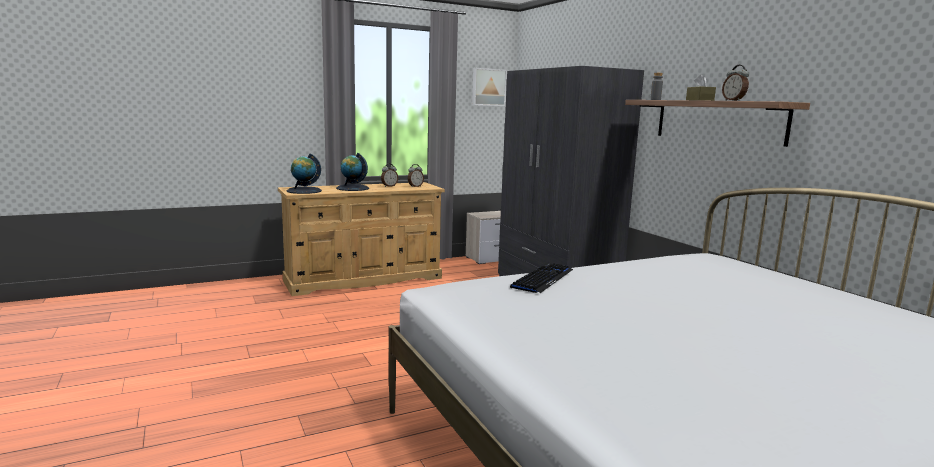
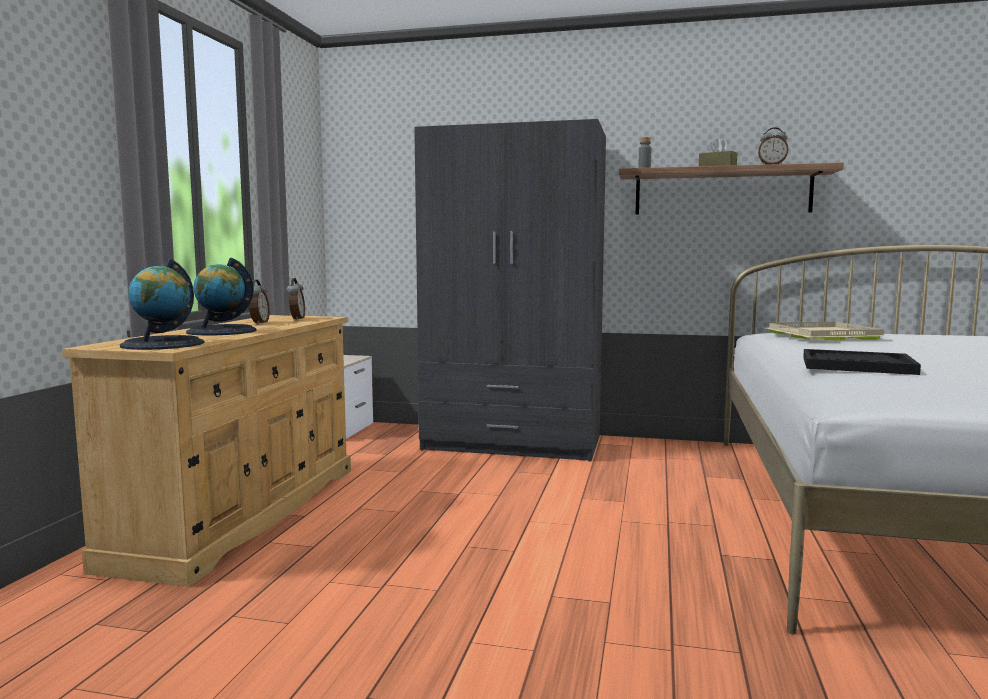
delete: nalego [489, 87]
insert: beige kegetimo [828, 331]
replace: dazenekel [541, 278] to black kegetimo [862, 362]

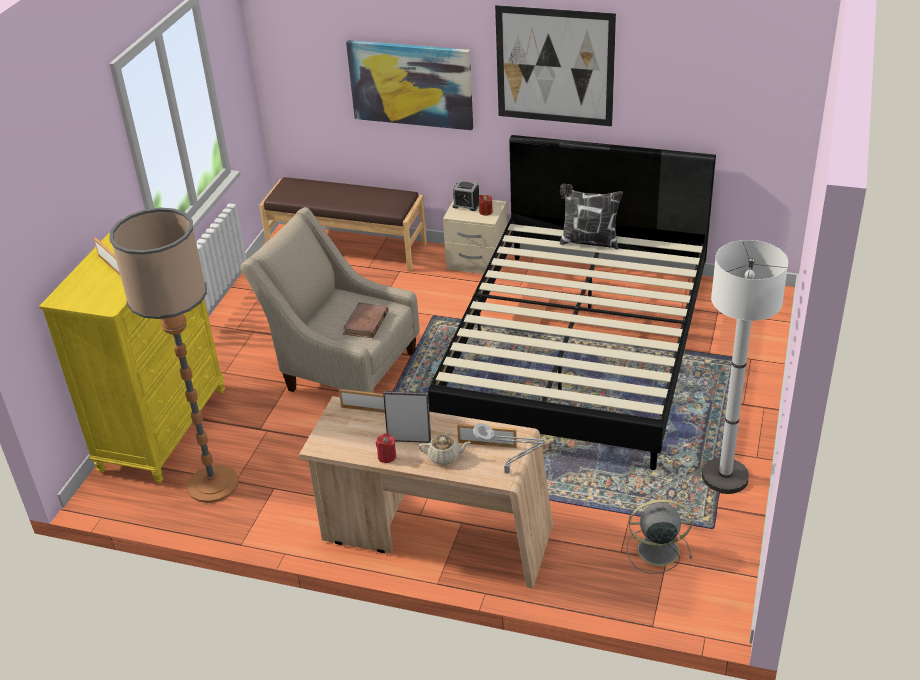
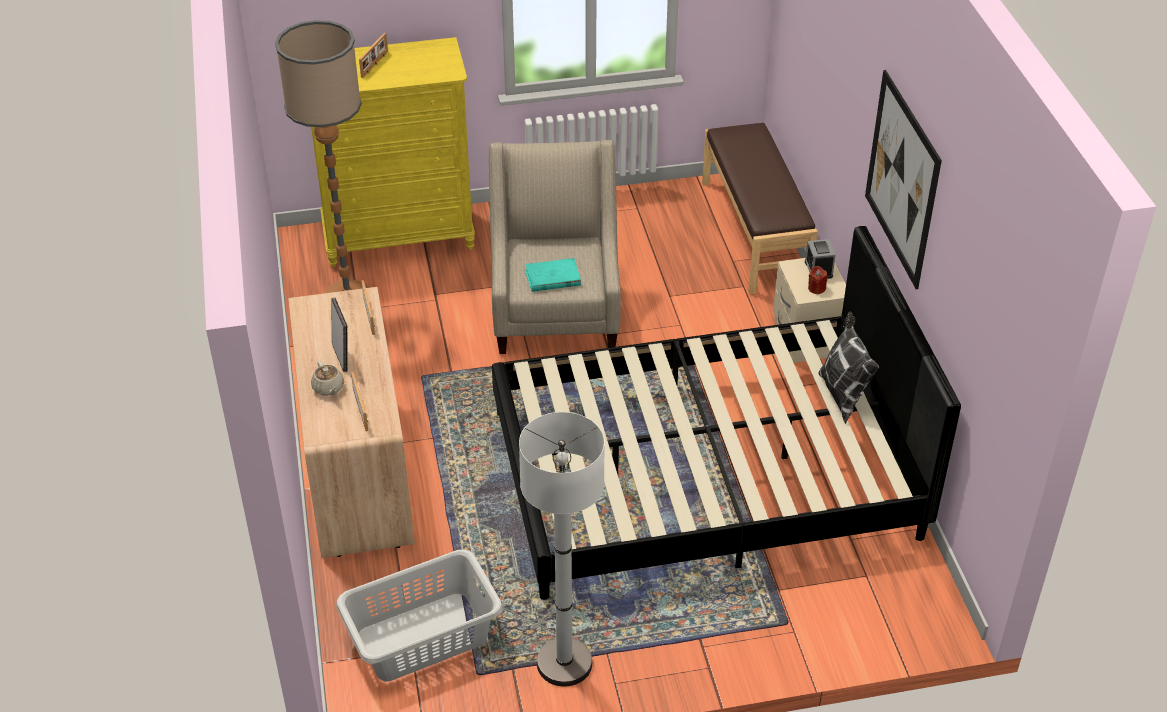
delete: nalego [409, 85]; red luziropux [386, 448]; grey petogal [509, 448]
replace: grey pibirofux [659, 536] to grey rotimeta [419, 616]
recolor: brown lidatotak [366, 320] to turquoise lidatotak [553, 275]

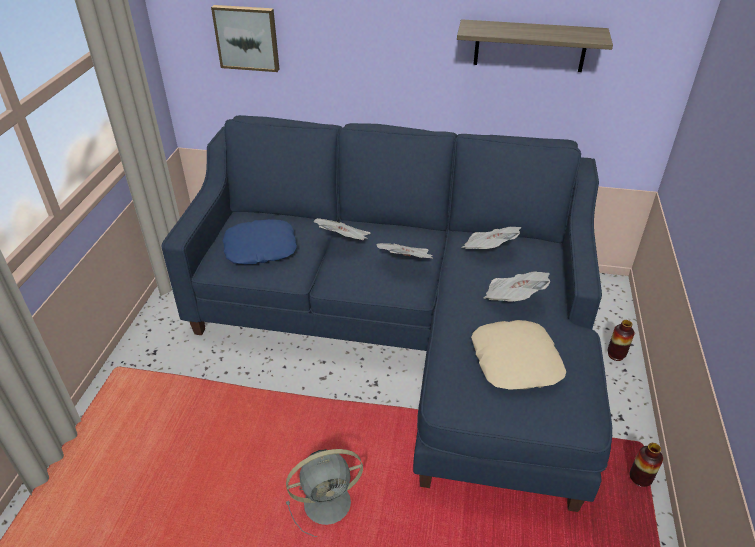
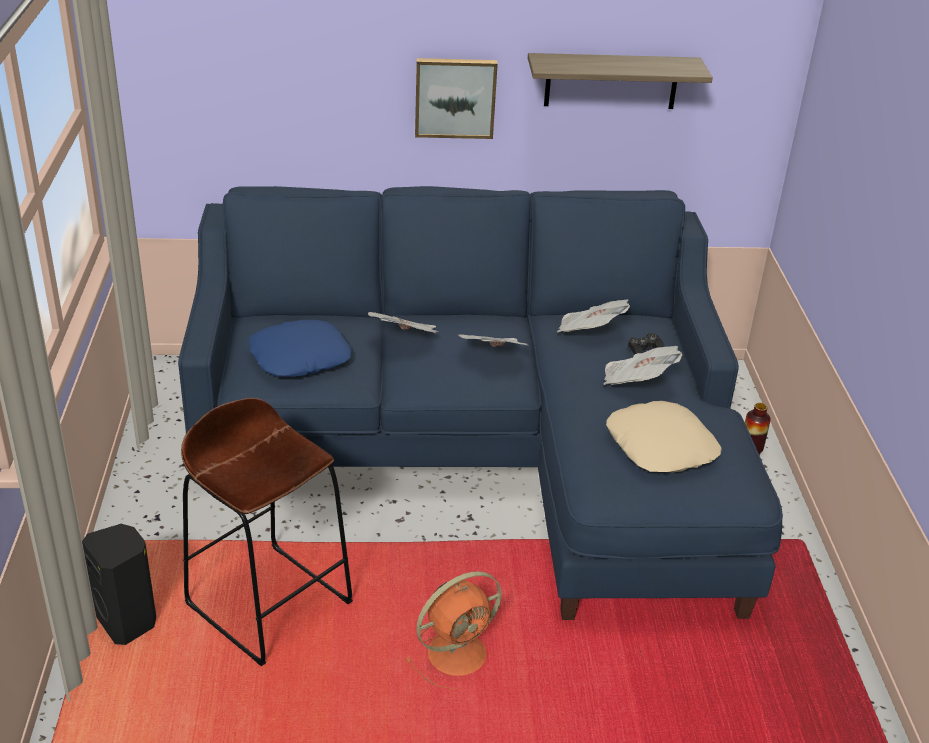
delete: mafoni [646, 465]
insert: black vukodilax [119, 584]; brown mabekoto [267, 532]; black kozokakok [646, 344]
move: nalego [245, 38] to [456, 98]
recolor: grey pibirofux [324, 493] to orange pibirofux [453, 630]

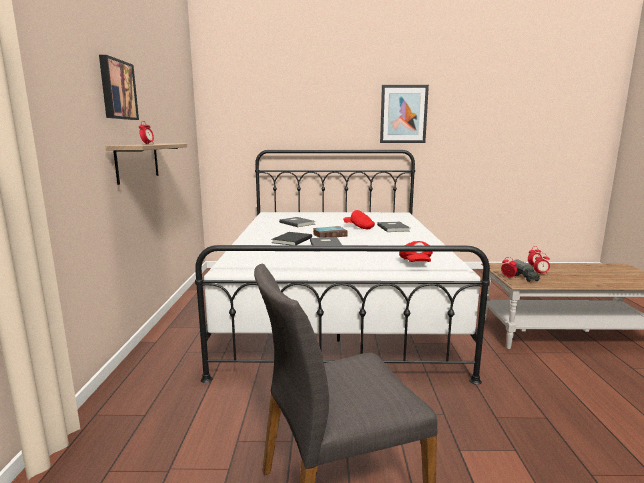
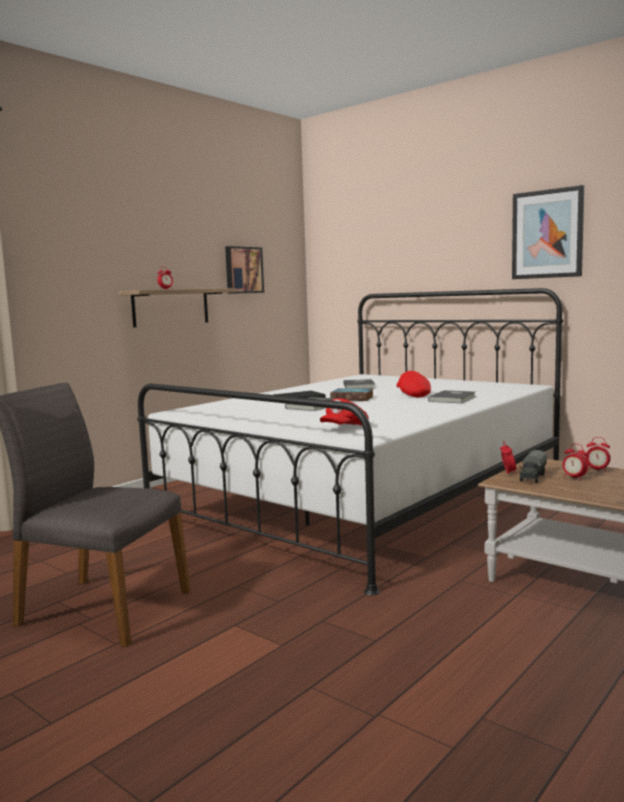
move: nalego [119, 87] to [244, 270]

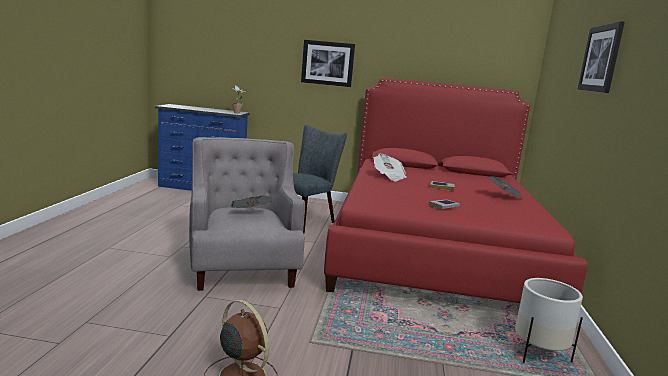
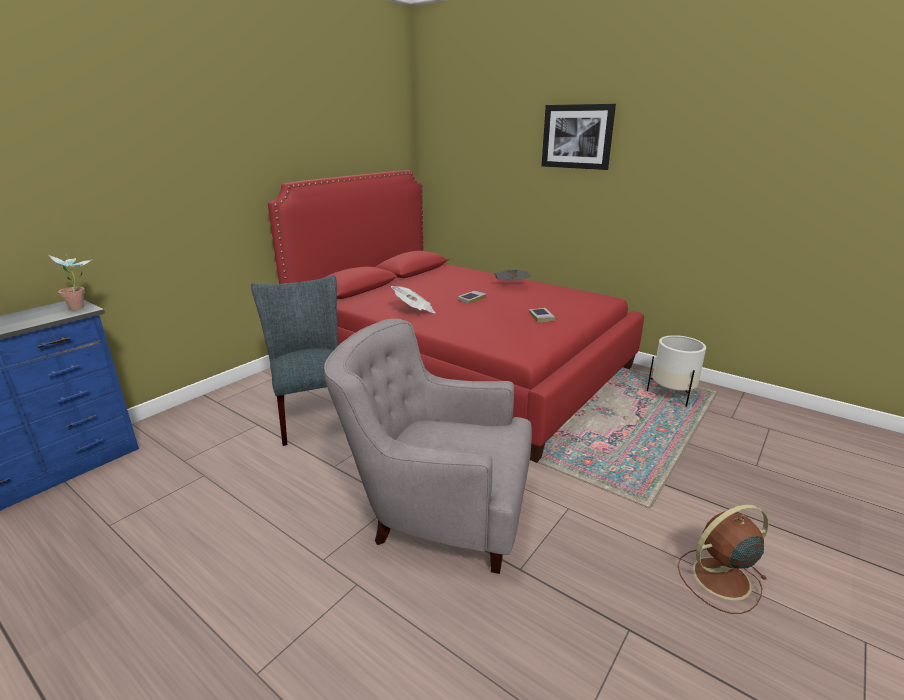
delete: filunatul [251, 202]; nalego [328, 63]

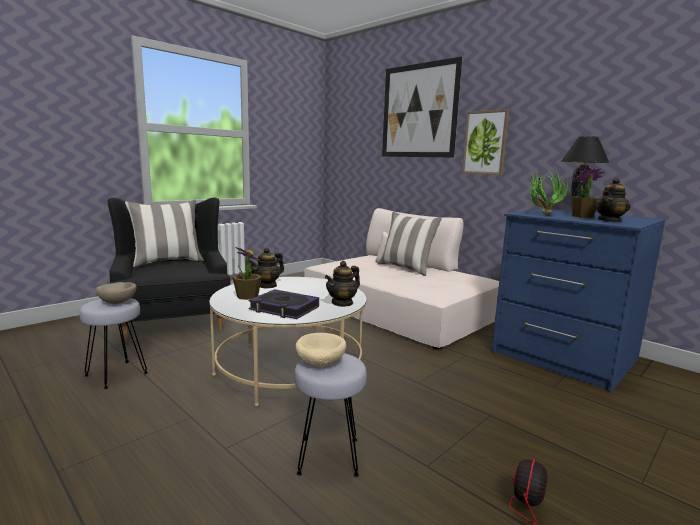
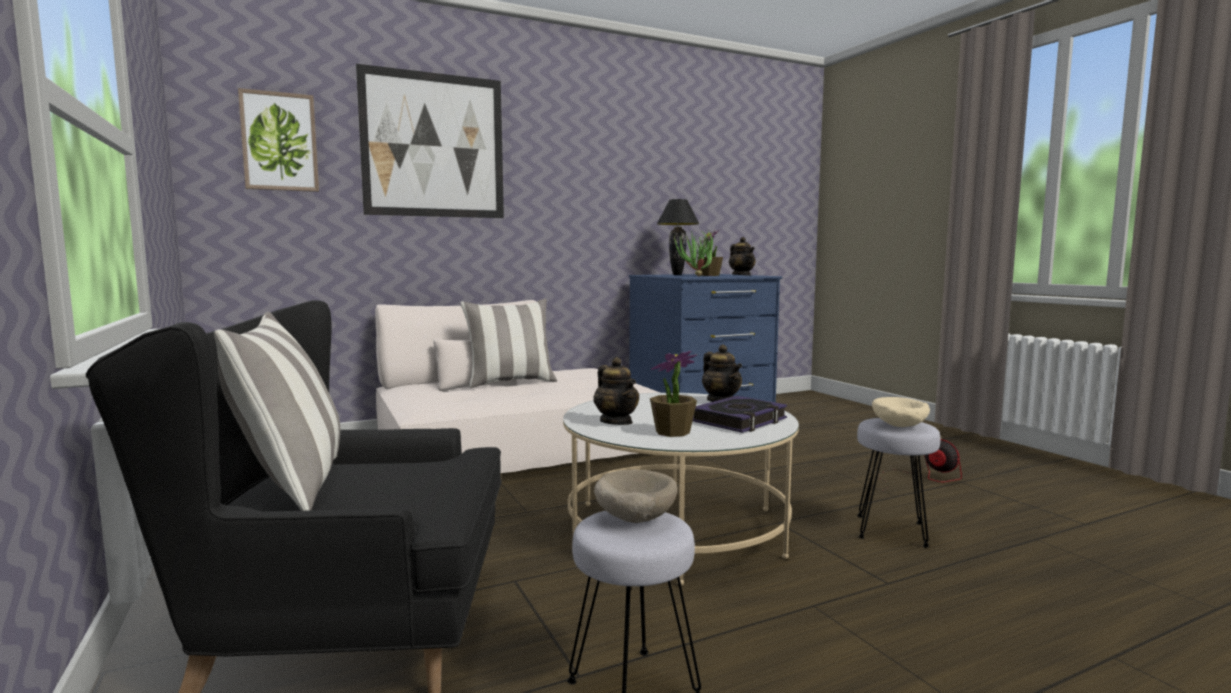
move: nalego [486, 142] to [278, 140]

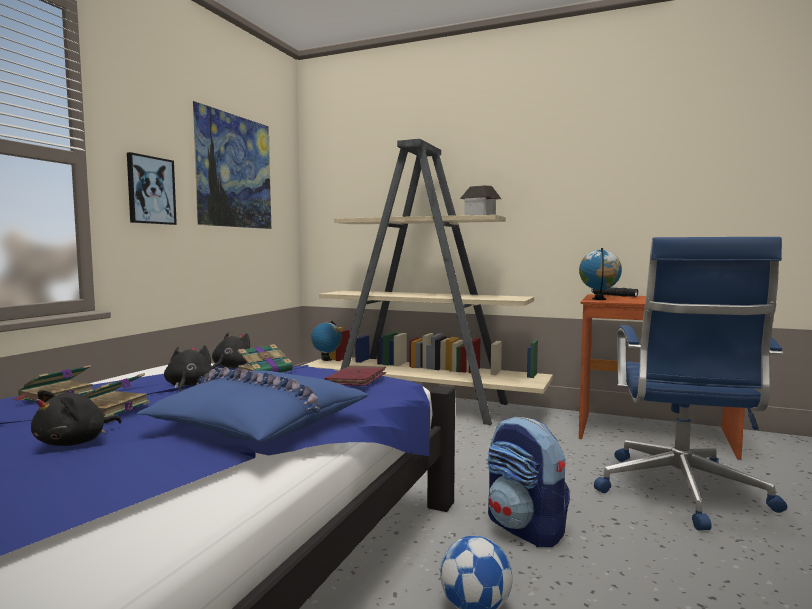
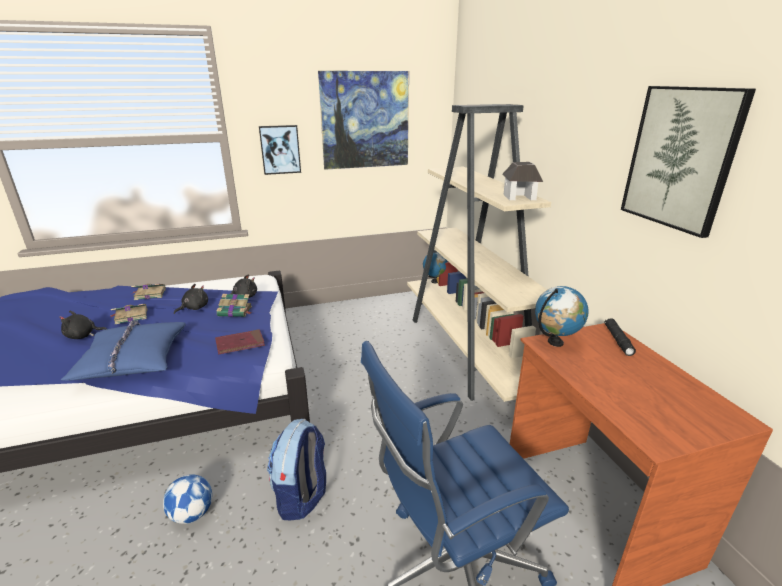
insert: nalego [688, 162]

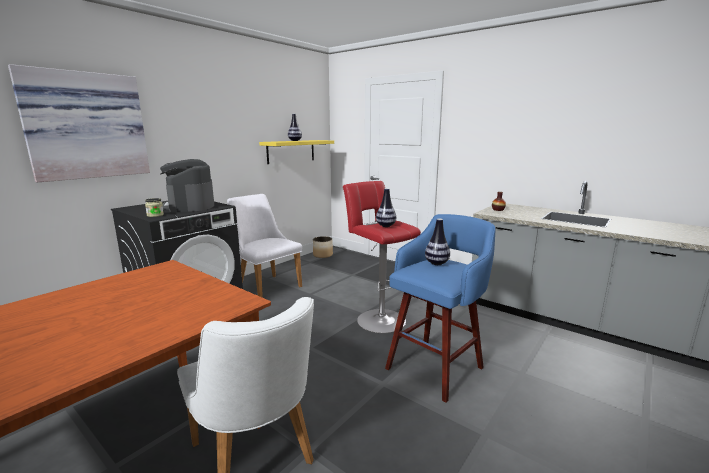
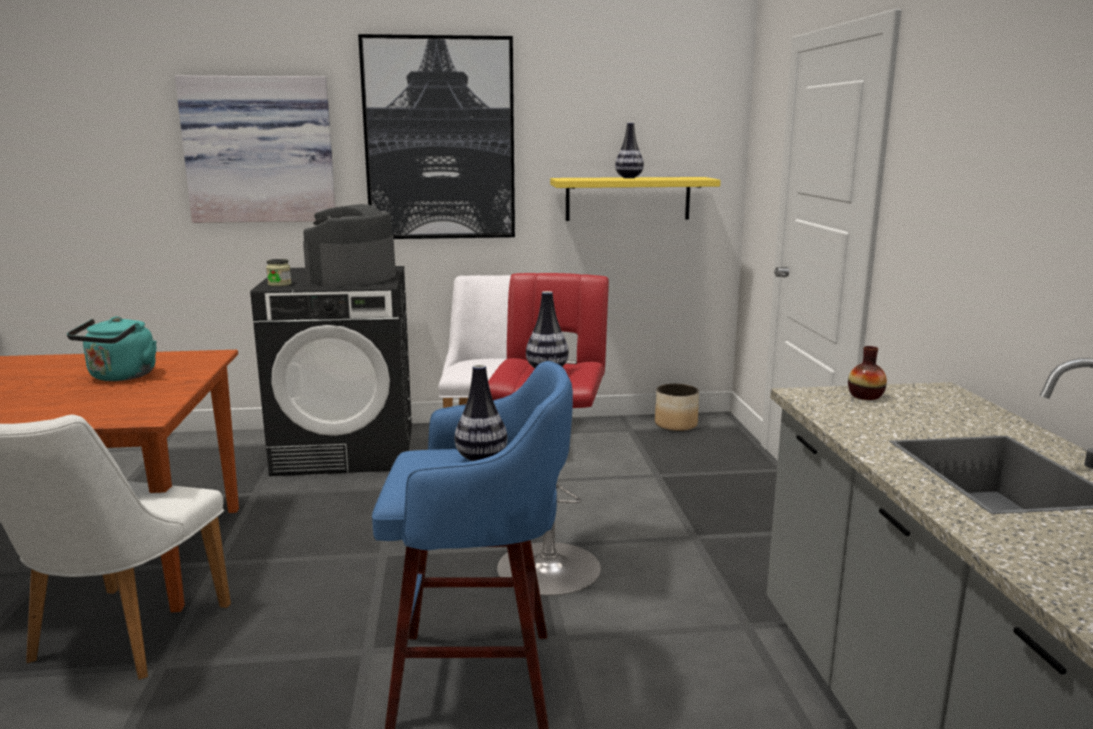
insert: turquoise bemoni [112, 348]; nalego [436, 136]

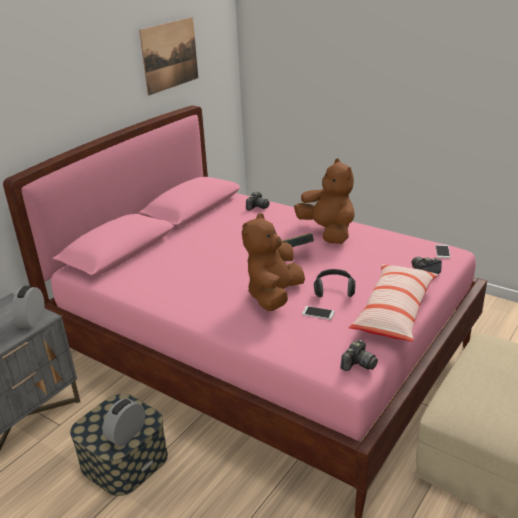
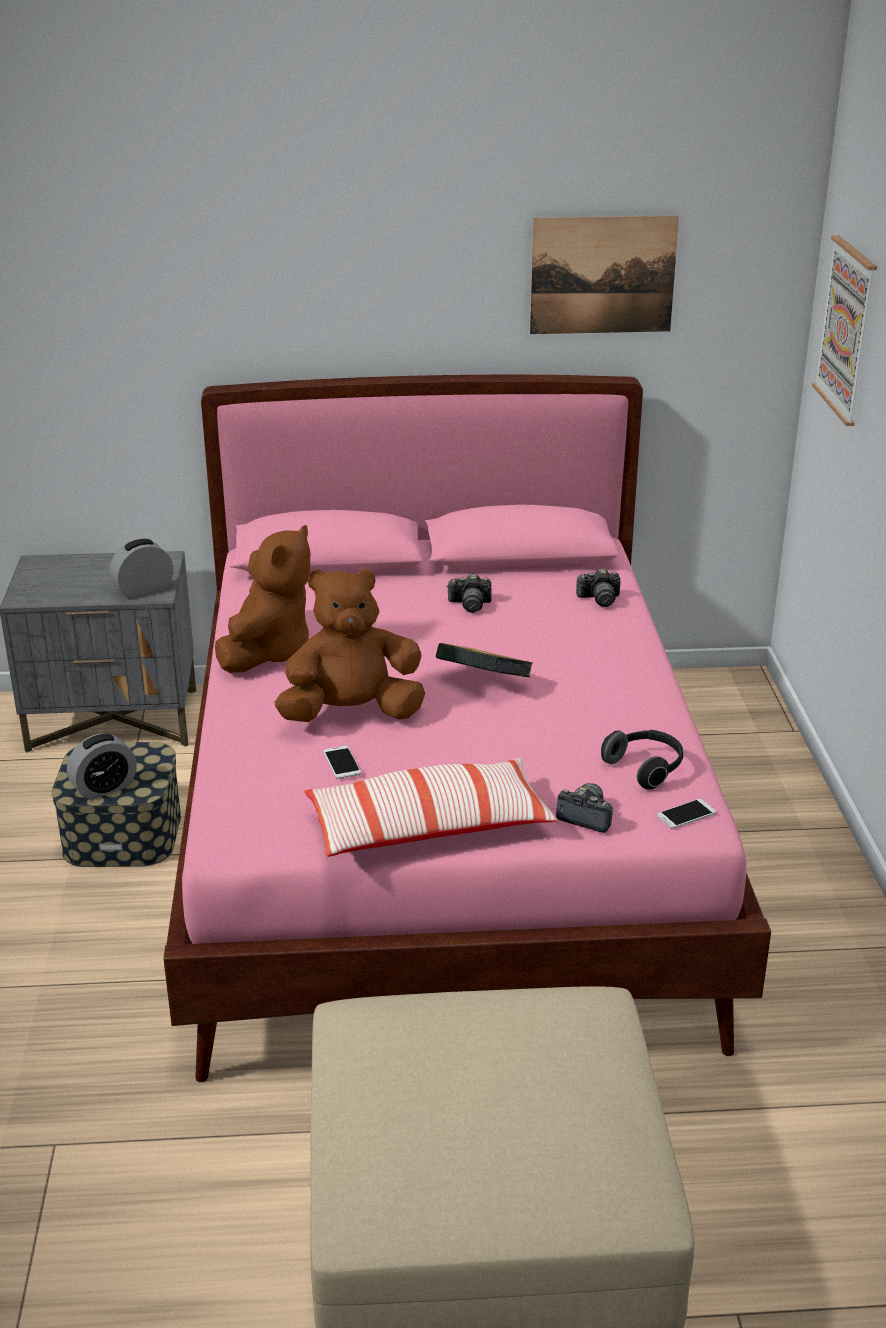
insert: nalego [844, 330]
move: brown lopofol [324, 201] to [262, 599]; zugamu [335, 283] to [642, 760]; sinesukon [359, 355] to [469, 593]
rotate: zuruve [123, 422] = [102, 766] 150 degrees clockwise

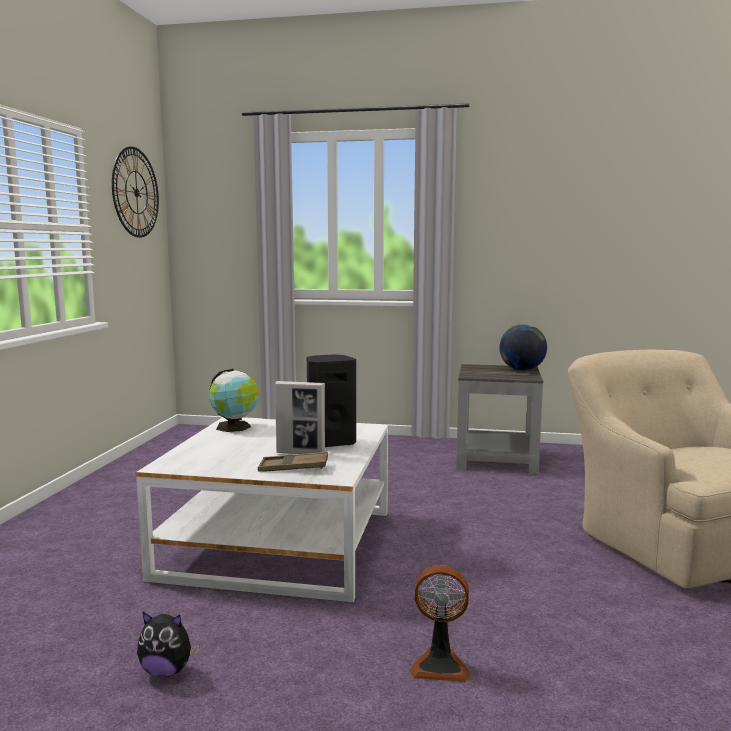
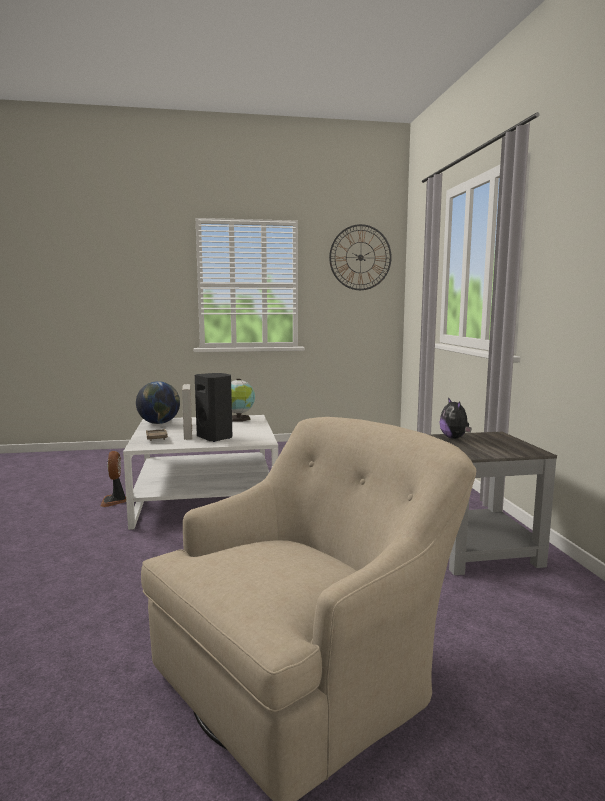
move: lopofol [168, 644] to [456, 418]; pibirofux [440, 623] to [113, 479]; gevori [523, 347] to [158, 402]

